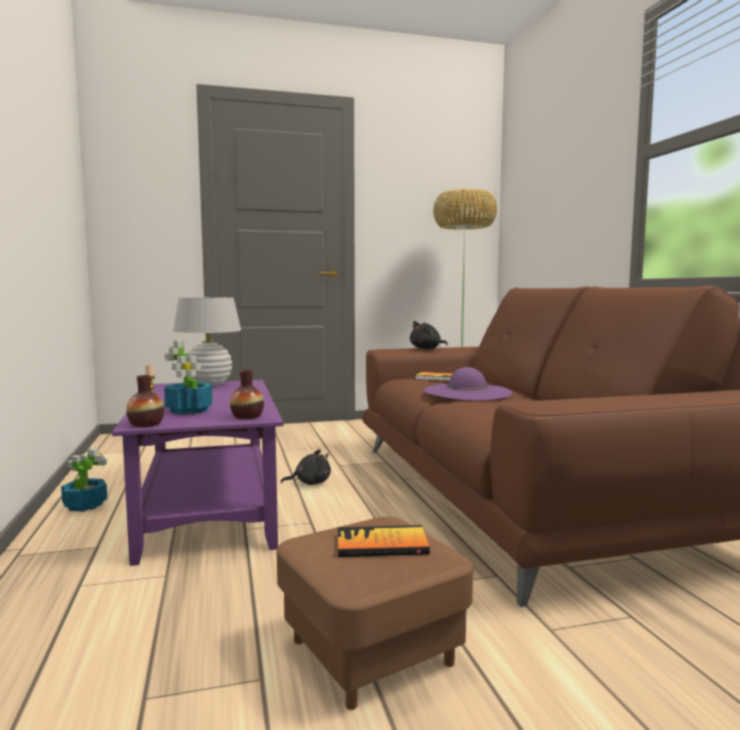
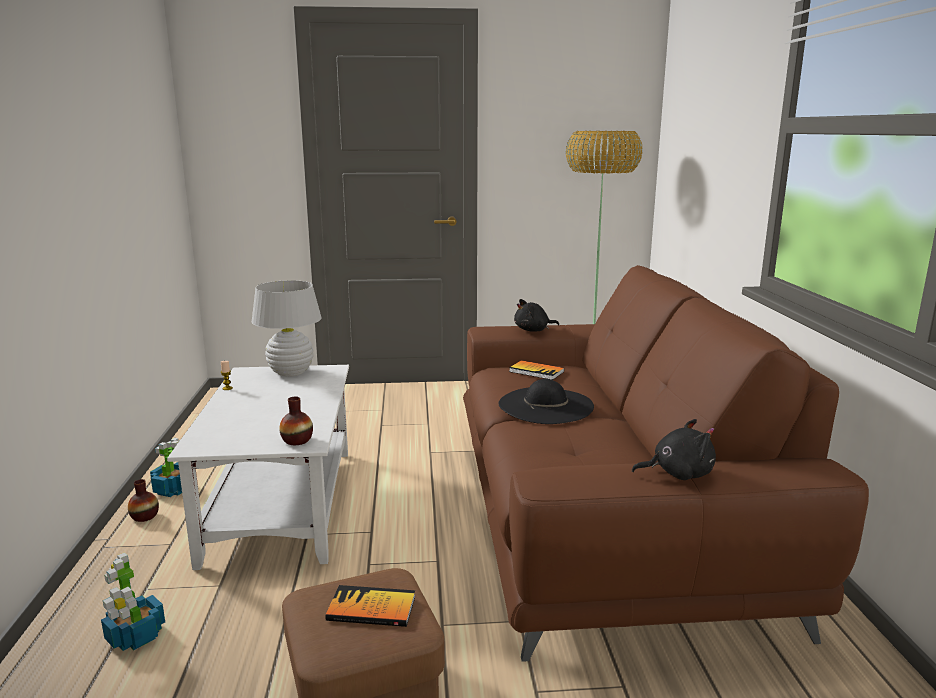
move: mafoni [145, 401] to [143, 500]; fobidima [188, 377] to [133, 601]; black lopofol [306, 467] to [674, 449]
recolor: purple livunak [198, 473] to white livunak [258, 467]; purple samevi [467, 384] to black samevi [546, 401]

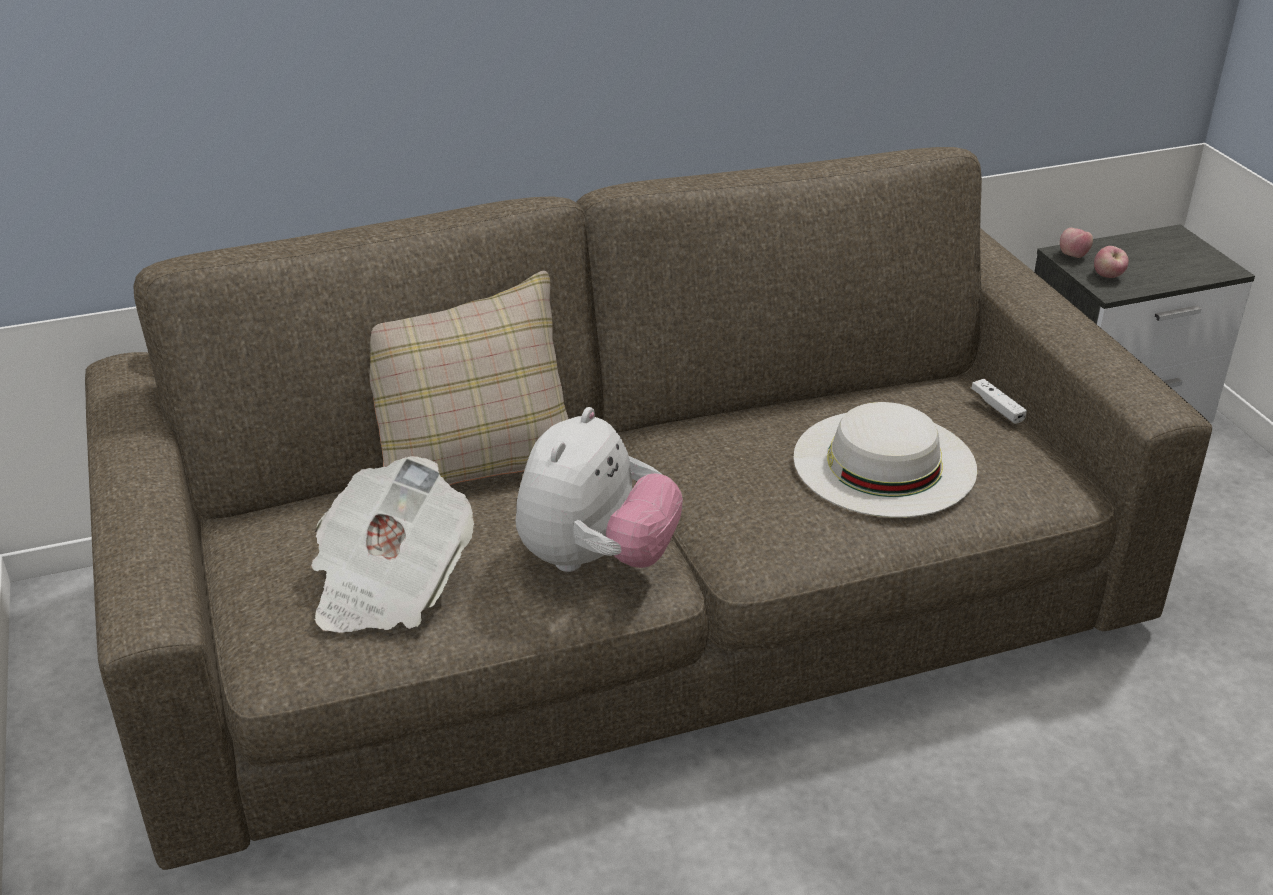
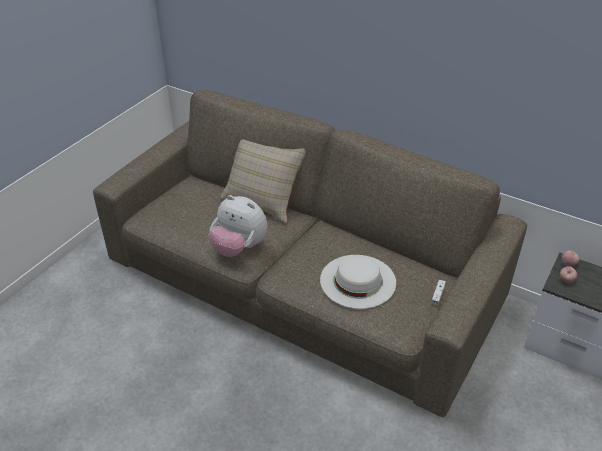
delete: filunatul [392, 544]
rotate: lopofol [599, 489] = [238, 226] 45 degrees clockwise

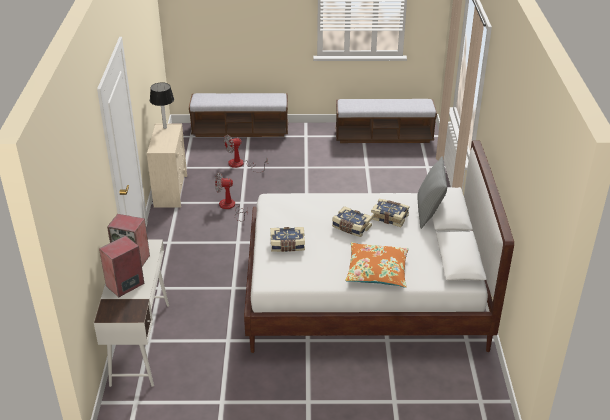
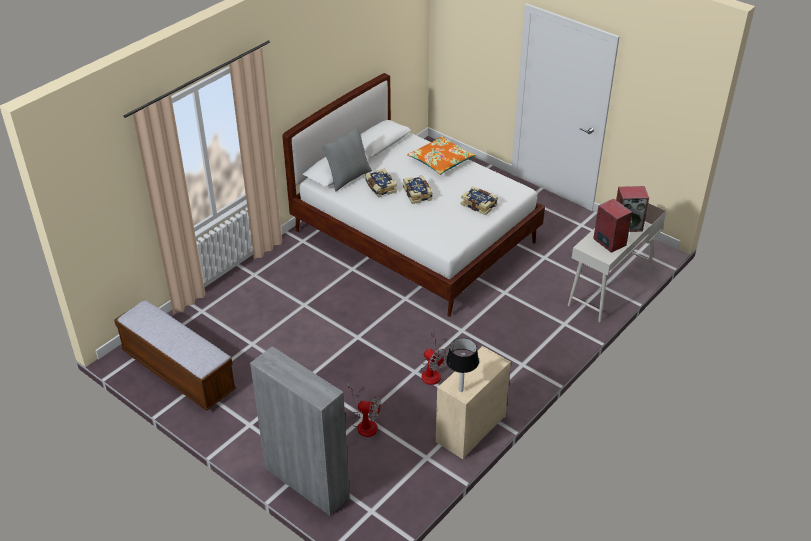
replace: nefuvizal [238, 115] to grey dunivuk [300, 431]

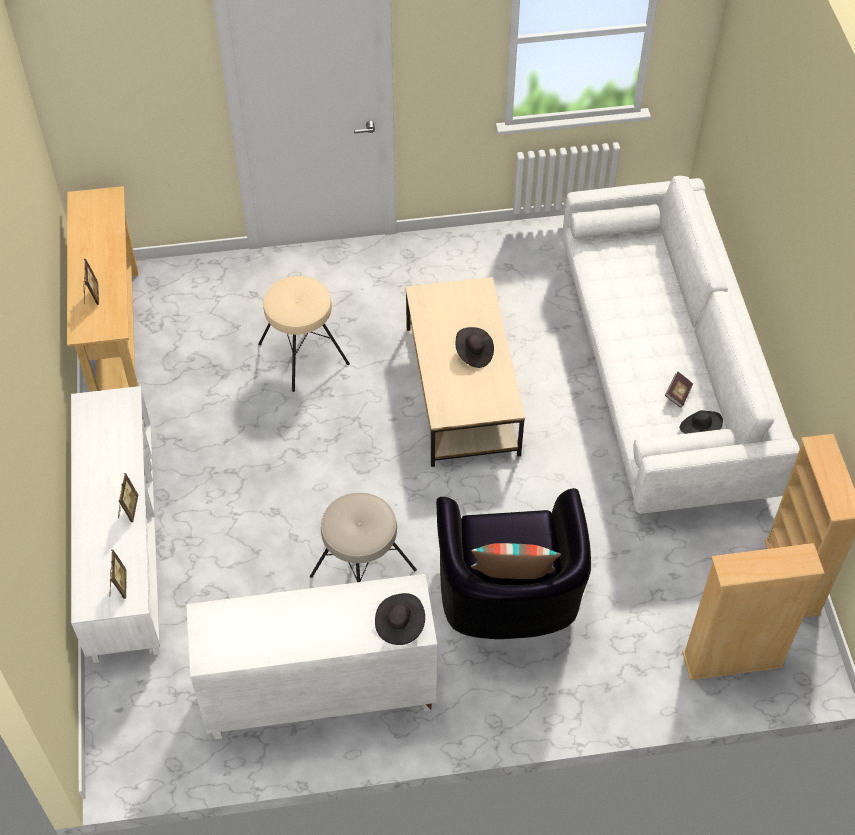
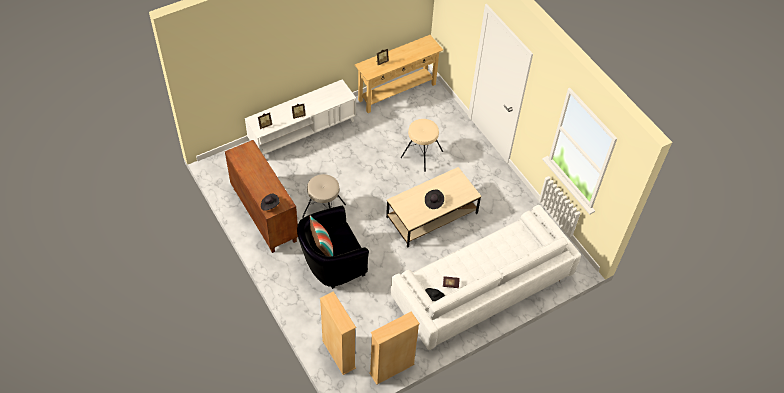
recolor: white dunivuk [311, 657] to brown dunivuk [261, 196]

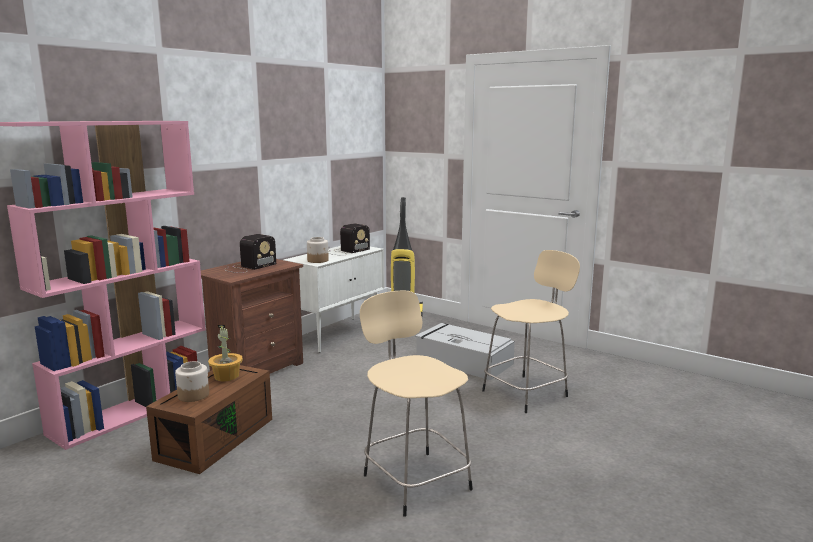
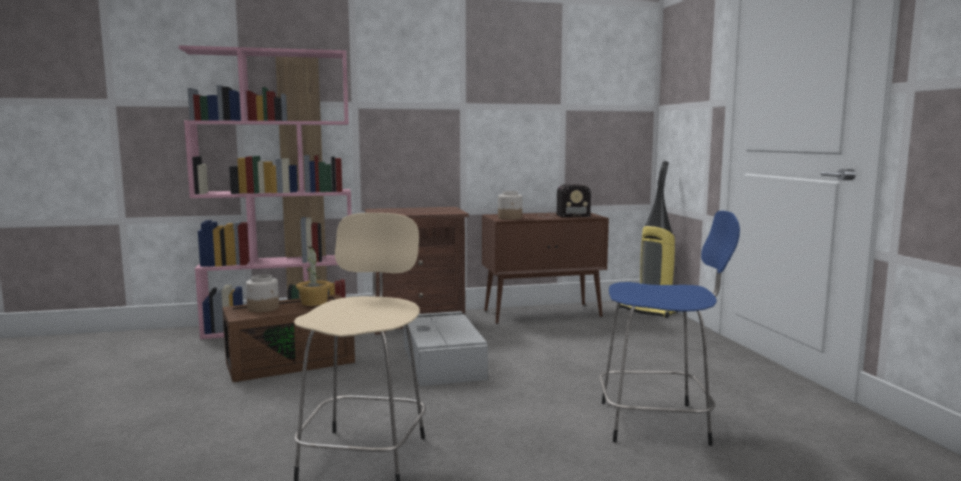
delete: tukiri [250, 253]
move: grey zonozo [465, 351] to [446, 348]
recolor: white dunivuk [334, 299] to brown dunivuk [545, 268]; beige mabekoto [531, 331] to blue mabekoto [669, 328]

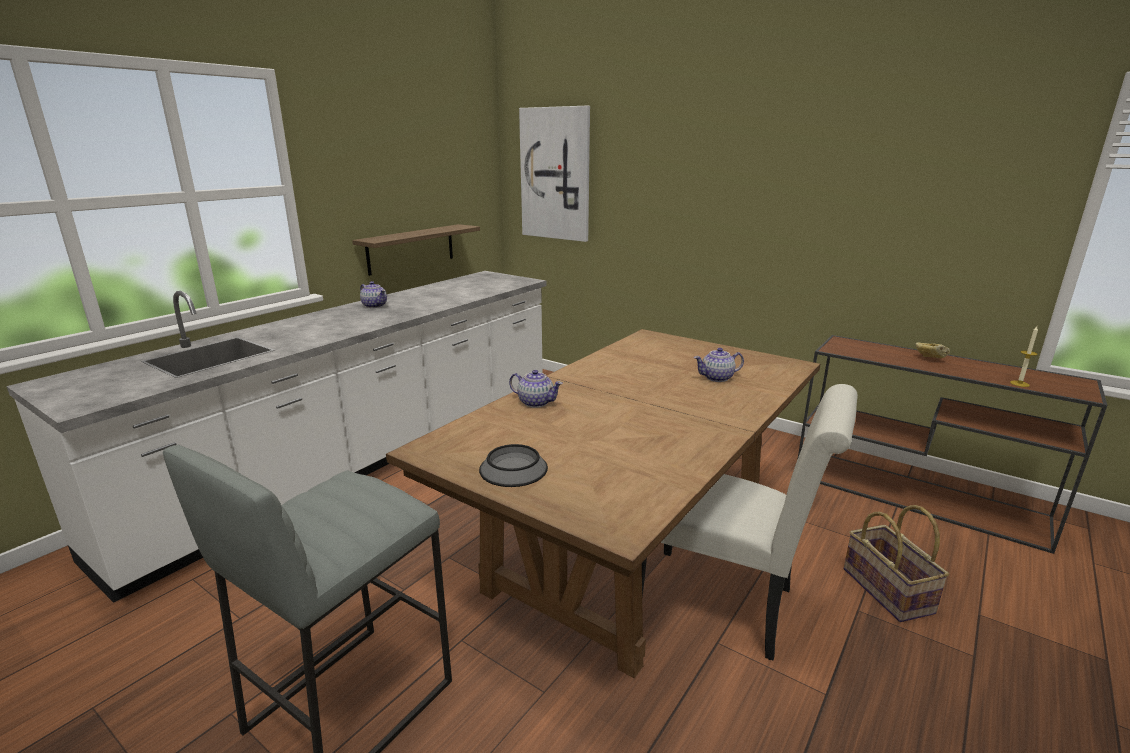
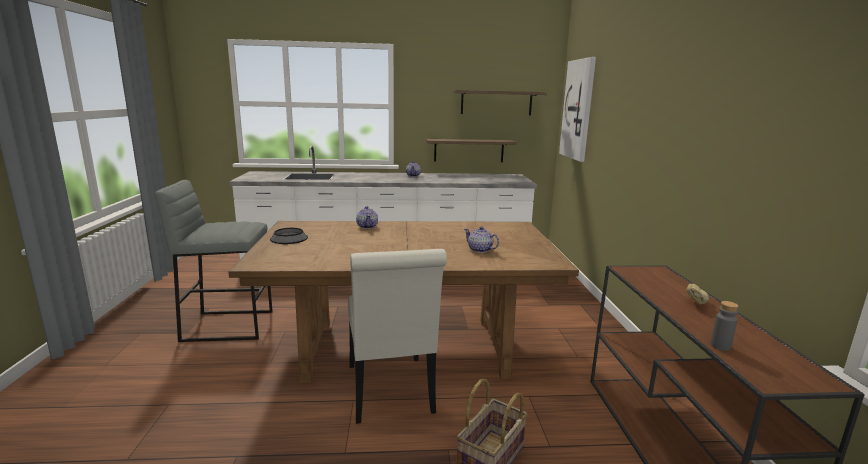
insert: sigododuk [500, 102]
replace: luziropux [1024, 356] to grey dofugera [724, 326]

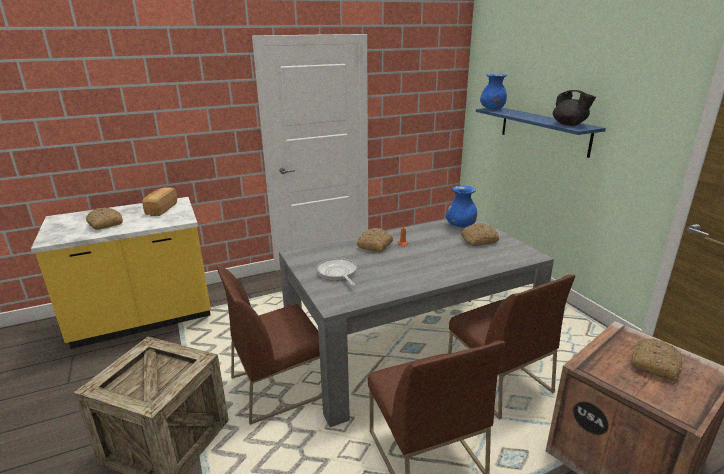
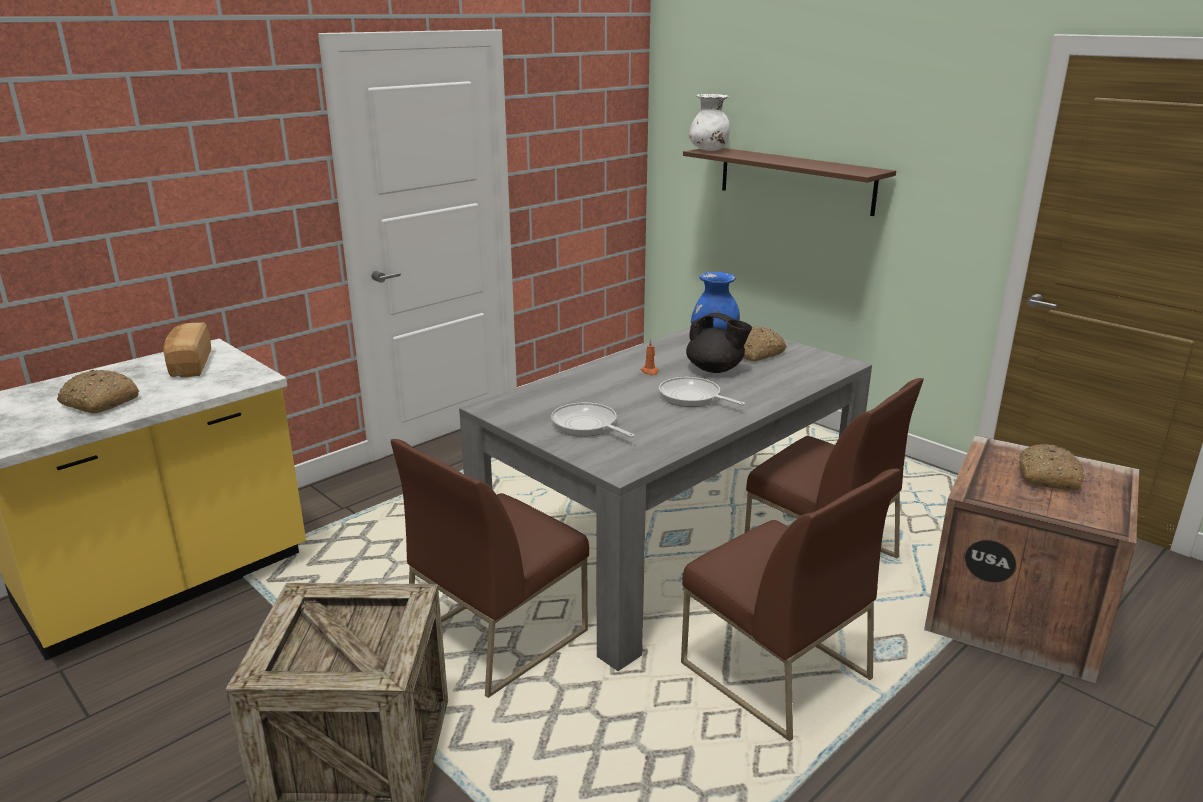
delete: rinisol [375, 240]
insert: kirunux [702, 392]
move: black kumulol [574, 108] to [719, 343]
recolor: blue sigododuk [541, 133] to brown sigododuk [789, 182]; blue mafoni [493, 92] to white mafoni [709, 122]

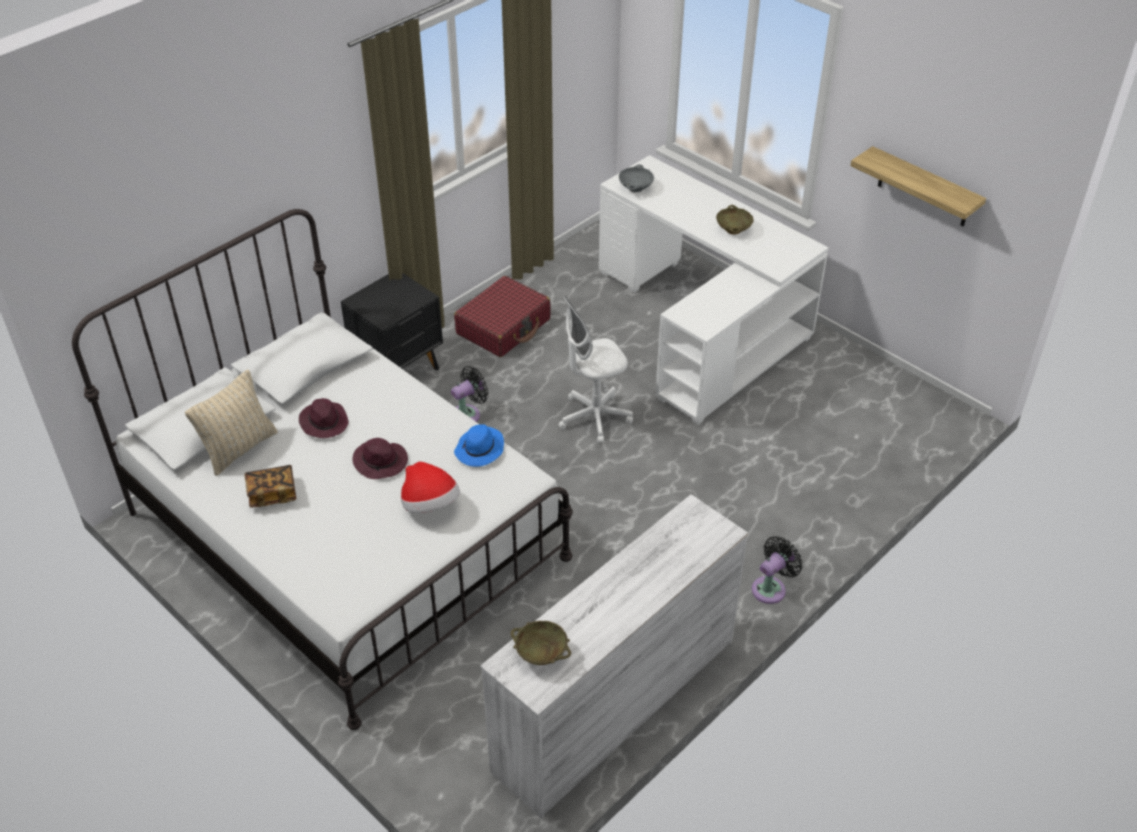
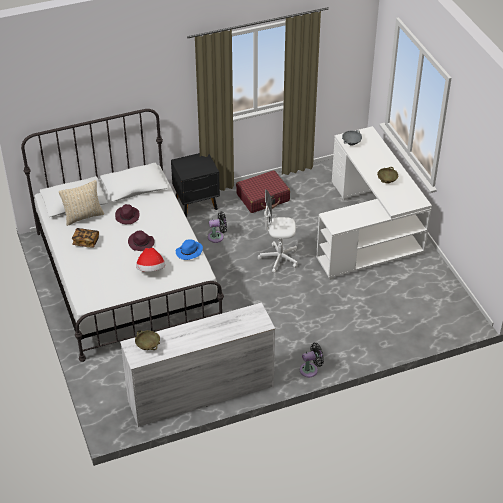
delete: sigododuk [918, 186]

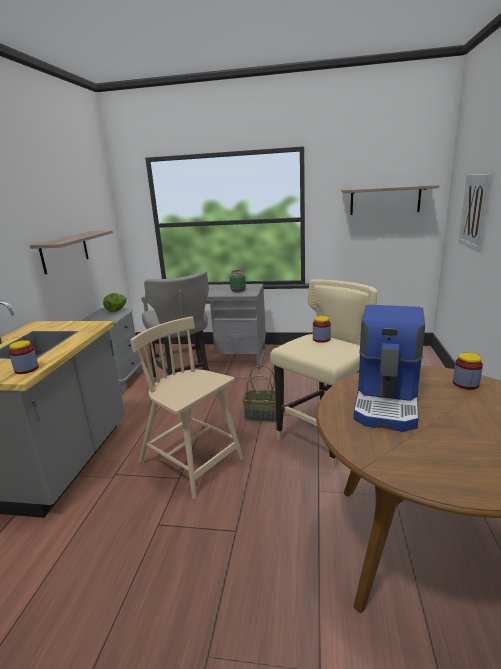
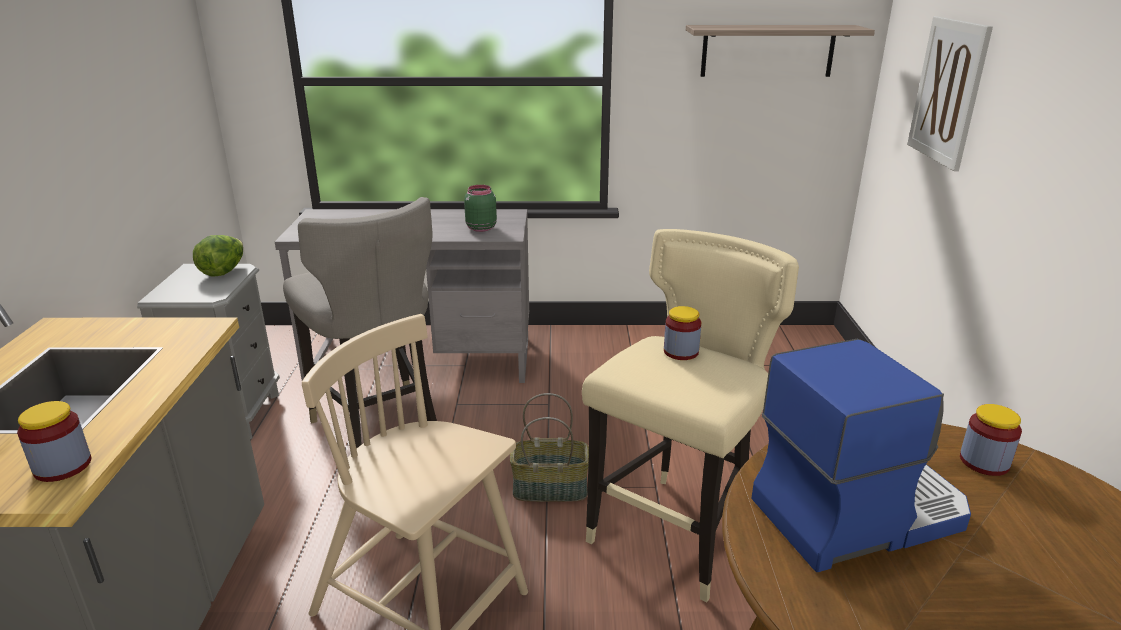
delete: sigododuk [71, 252]
rotate: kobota [389, 368] = [861, 455] 120 degrees counterclockwise

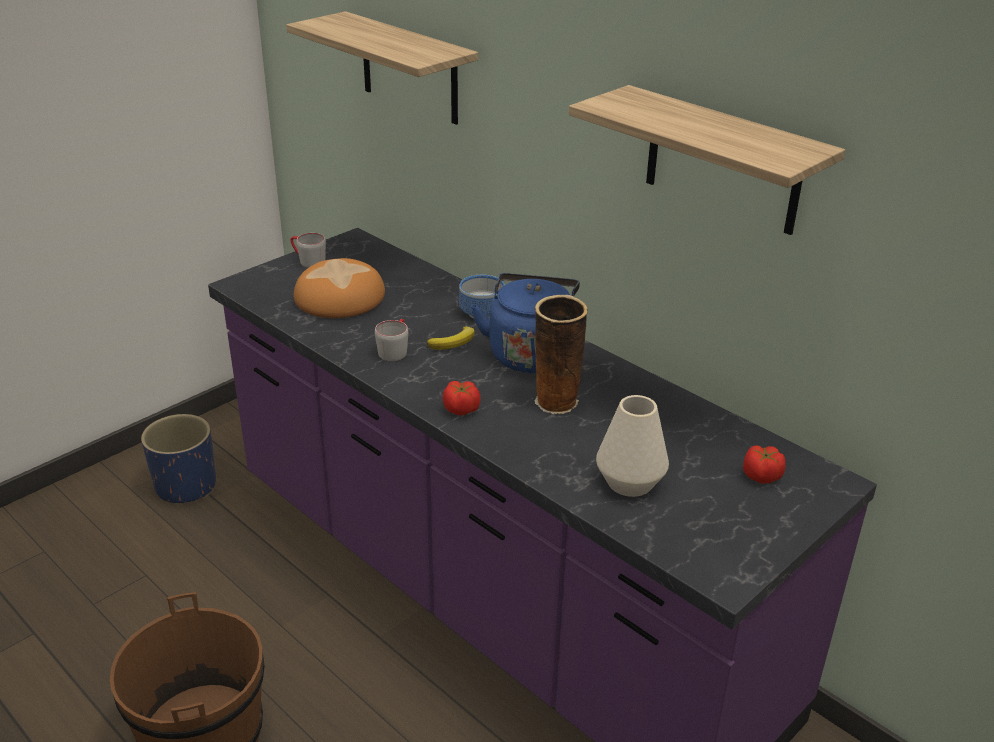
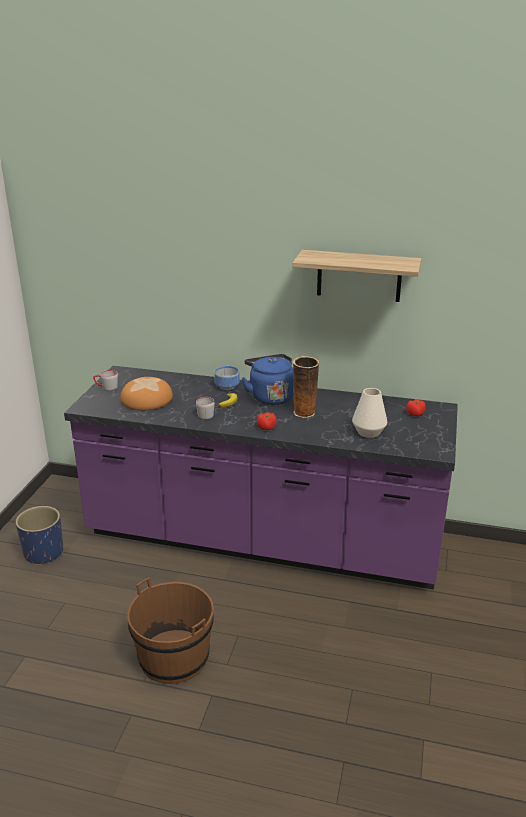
delete: sigododuk [382, 68]

